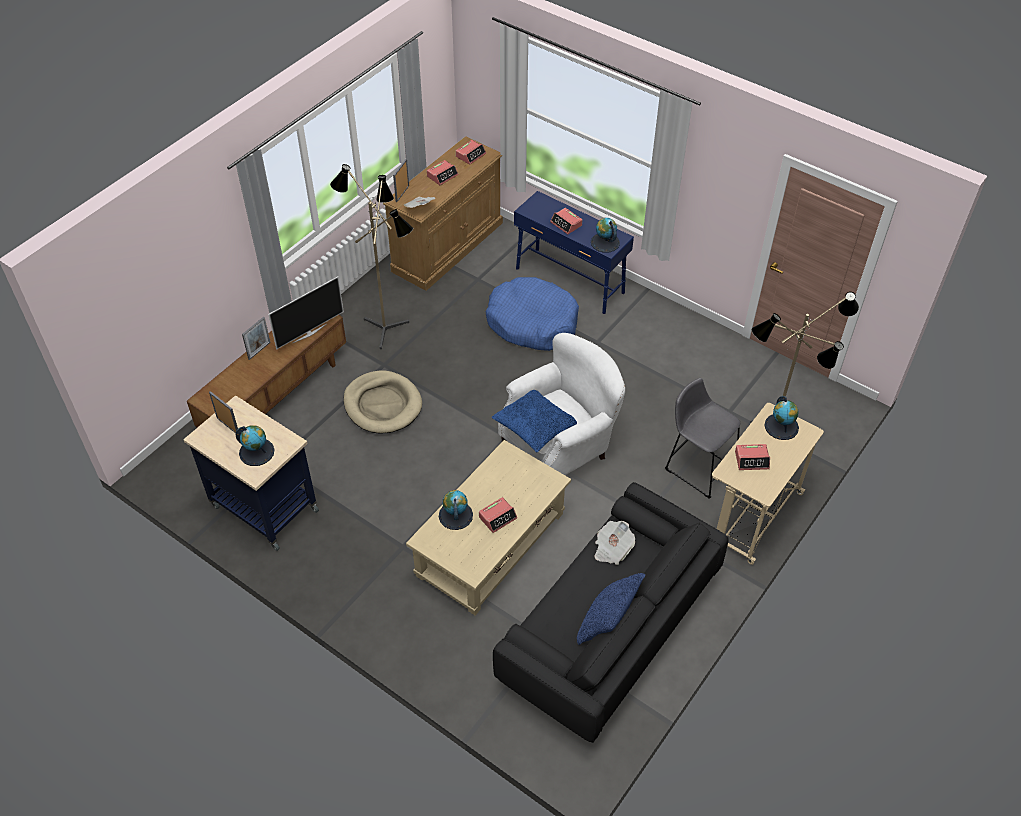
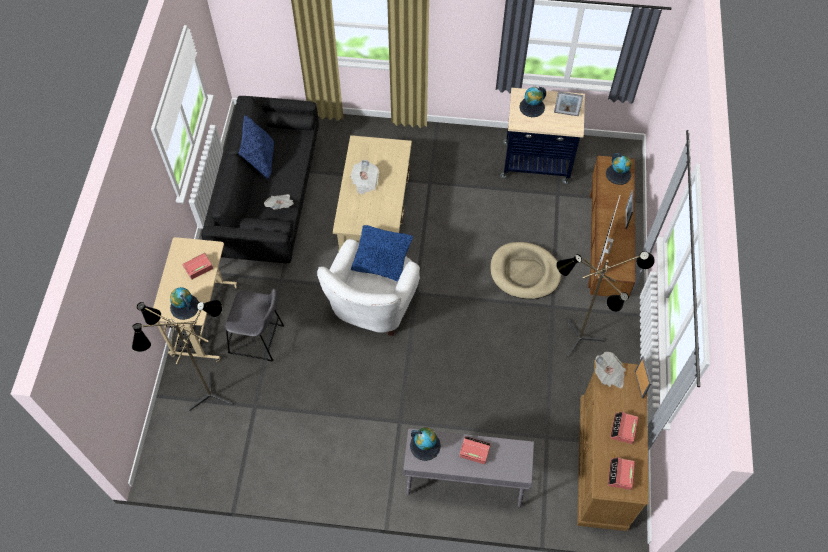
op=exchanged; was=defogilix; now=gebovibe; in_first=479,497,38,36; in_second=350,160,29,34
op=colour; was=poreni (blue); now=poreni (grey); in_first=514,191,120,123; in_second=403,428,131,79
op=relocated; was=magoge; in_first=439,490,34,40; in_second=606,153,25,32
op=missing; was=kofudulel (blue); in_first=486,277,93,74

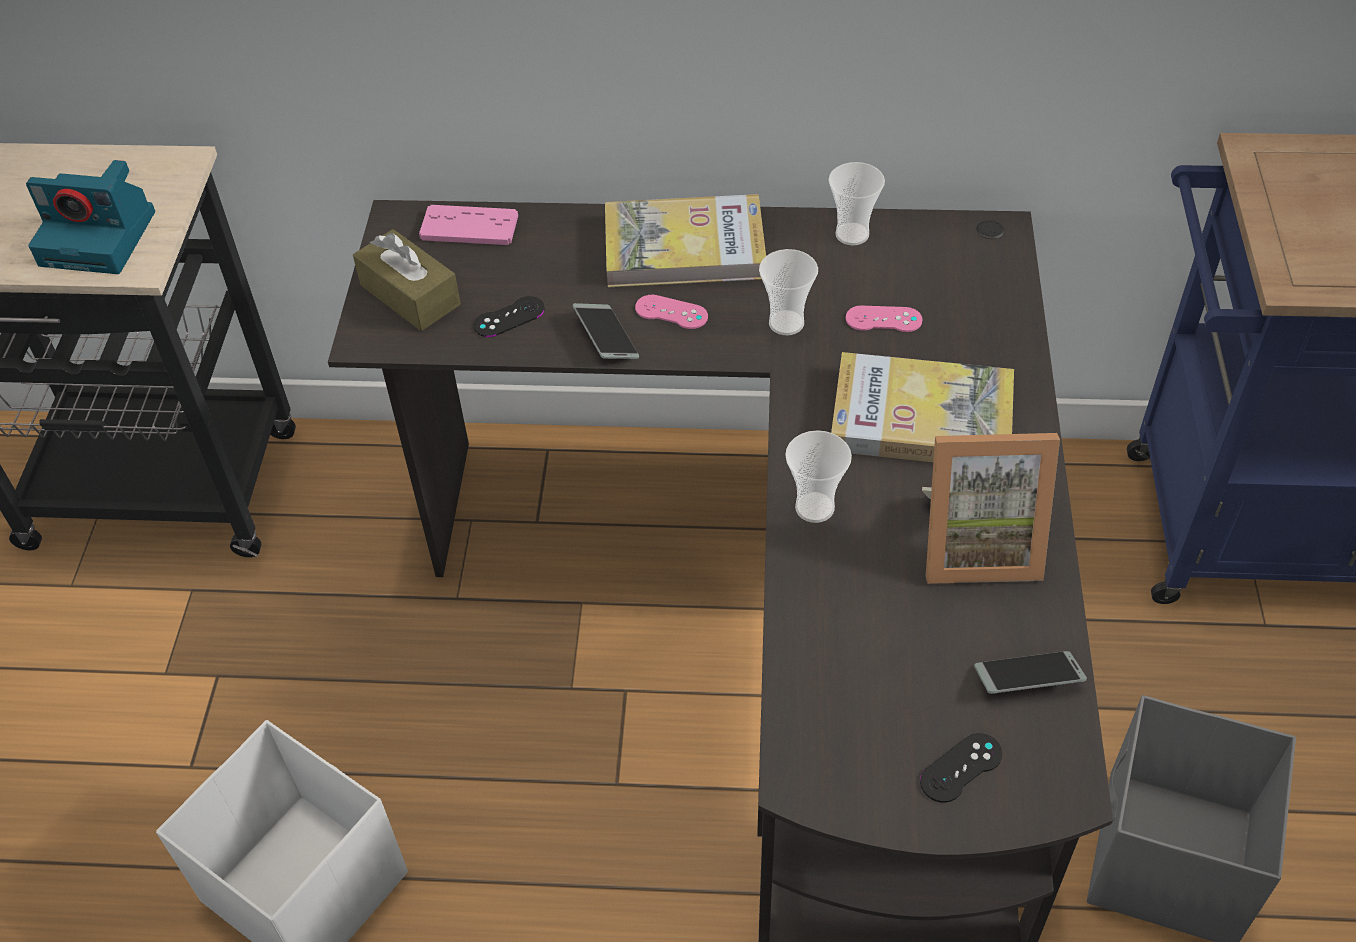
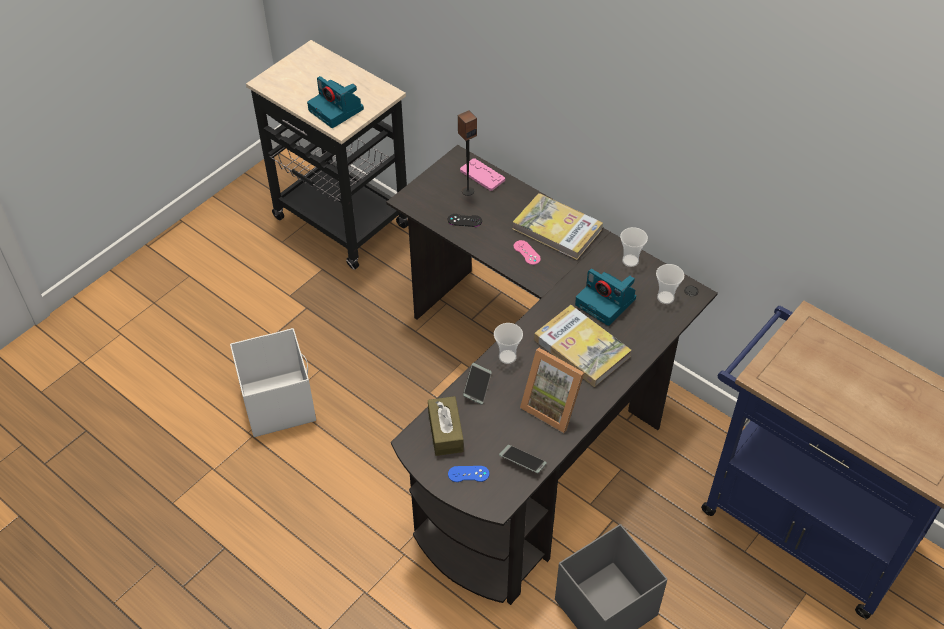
op=relocated; was=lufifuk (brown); in_first=353,229,108,102; in_second=428,396,36,60
op=colour; was=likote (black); now=likote (blue); in_first=920,733,82,70; in_second=448,466,41,16
op=appeared; now=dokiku; in_second=458,110,19,86
op=relocated; was=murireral; in_first=573,303,66,56; in_second=463,363,28,42
op=exchanged; was=likote (pink); now=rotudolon; in_first=846,306,77,26; in_second=575,269,61,57
op=relocated; was=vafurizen; in_first=759,249,59,86; in_second=656,264,28,40

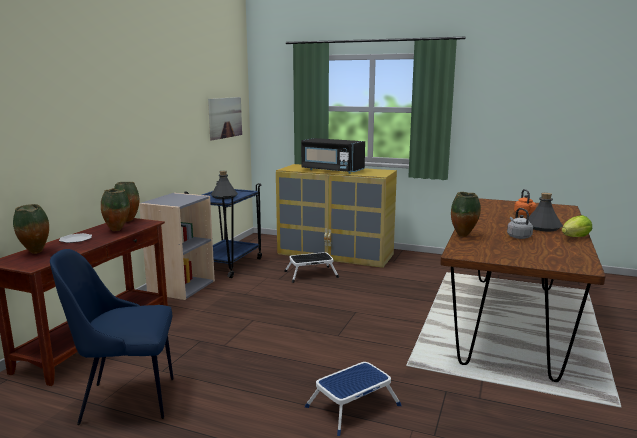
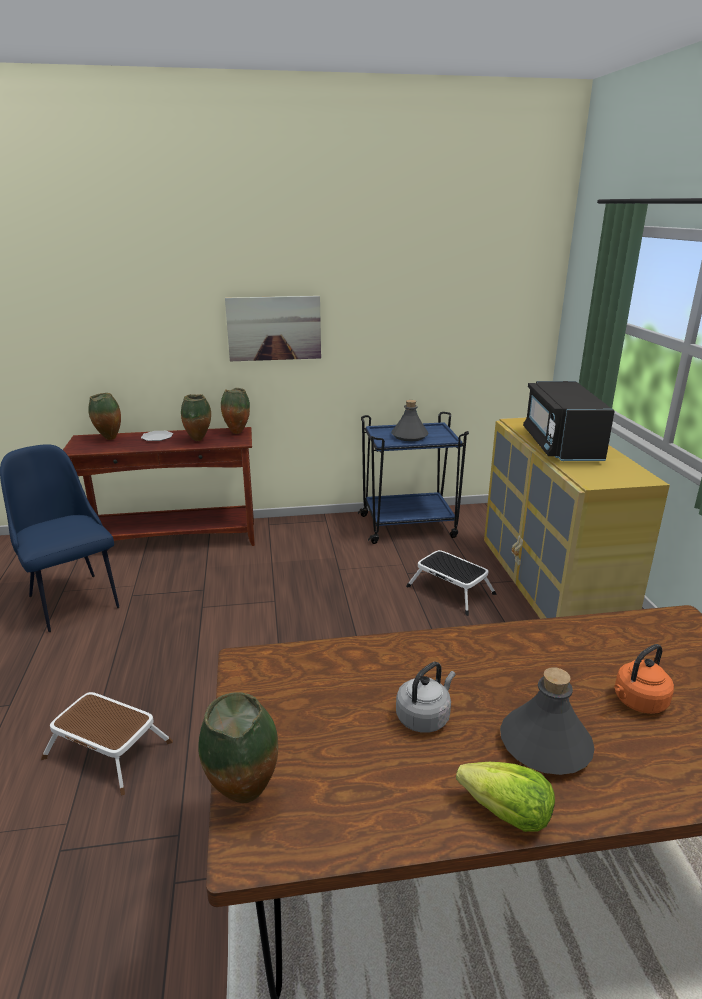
op=colour; was=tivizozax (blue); now=tivizozax (brown); in_first=305,362,97,74; in_second=41,692,132,104
op=relocated; was=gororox; in_first=451,192,30,45; in_second=198,692,80,111
op=relocated; was=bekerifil; in_first=208,97,34,44; in_second=225,296,96,65
op=missing; was=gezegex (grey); in_first=139,193,76,107

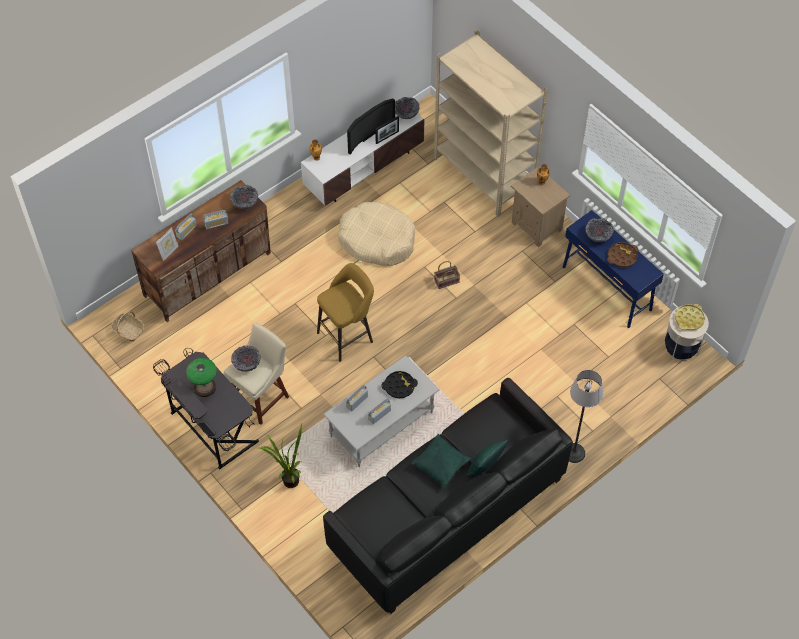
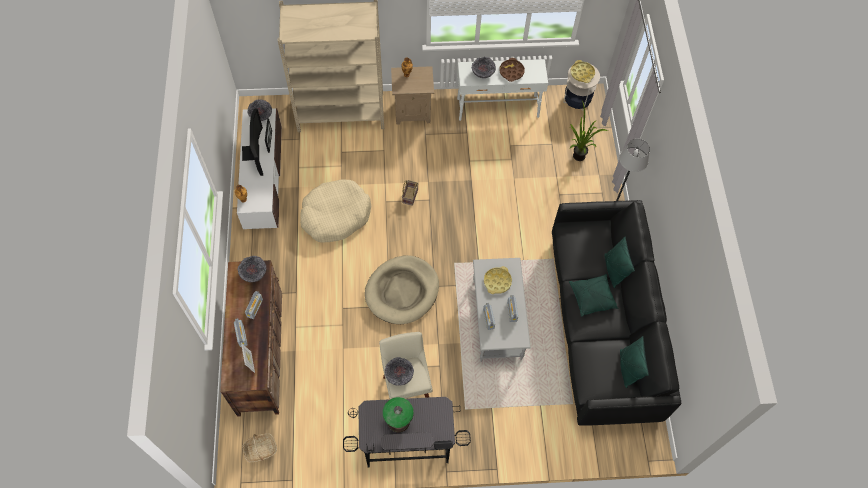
op=exchanged; was=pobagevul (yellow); now=kofudulel (beige); in_first=317,263,57,99; in_second=365,255,74,69
op=colour; was=poreni (blue); now=poreni (white); in_first=563,210,101,118; in_second=457,59,91,62
op=colour; was=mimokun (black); now=mimokun (yellow); in_first=382,371,36,27; in_second=484,266,28,28
op=relocated; was=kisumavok; in_first=257,424,45,64; in_second=569,101,39,60
op=appeared; now=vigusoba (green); in_second=620,336,29,52

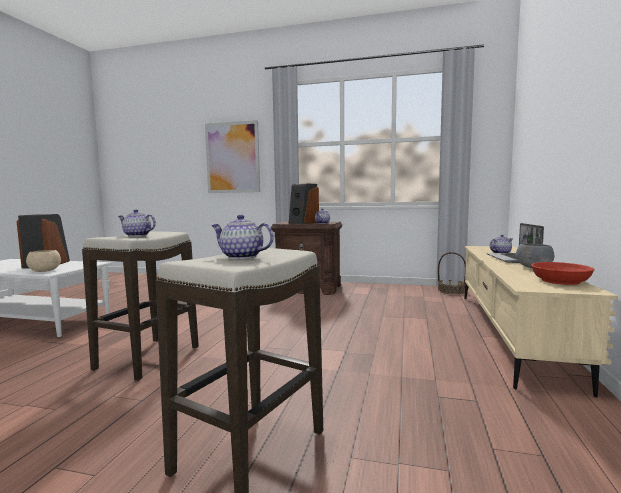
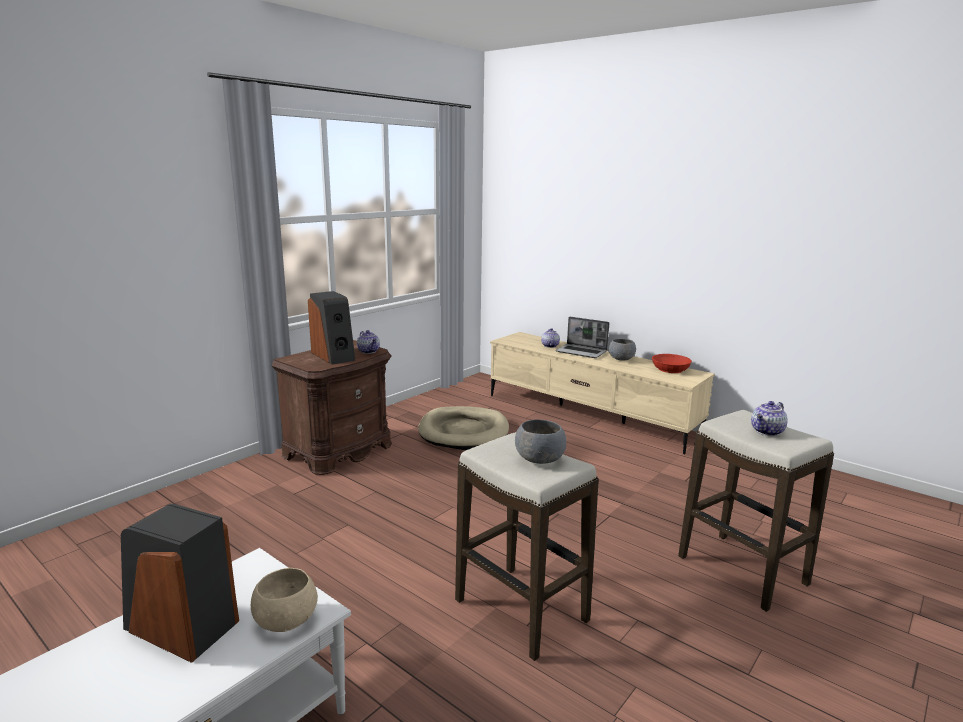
op=appeared; now=kofudulel (beige); in_second=418,406,91,44
op=exchanged; was=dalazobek; now=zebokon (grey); in_first=118,209,38,28; in_second=515,419,51,45
op=missing; was=bekerifil; in_first=205,120,55,73
op=missing; was=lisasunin; in_first=438,252,28,42

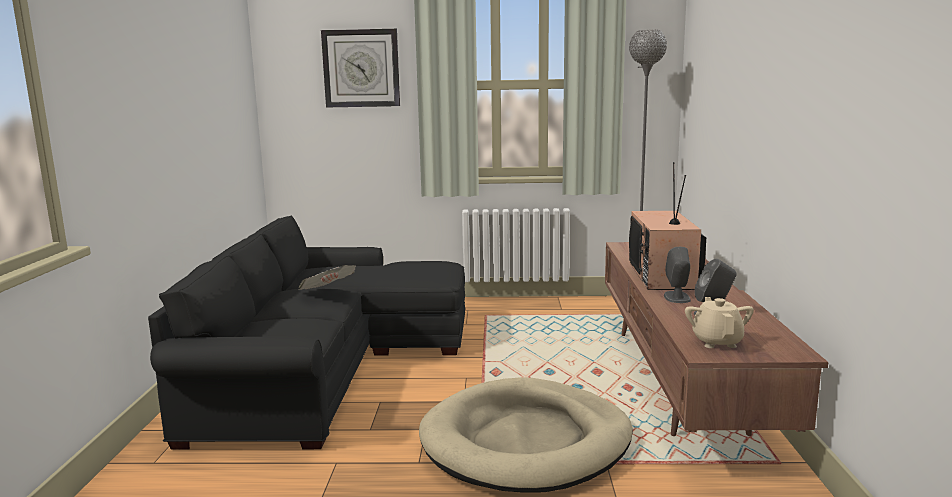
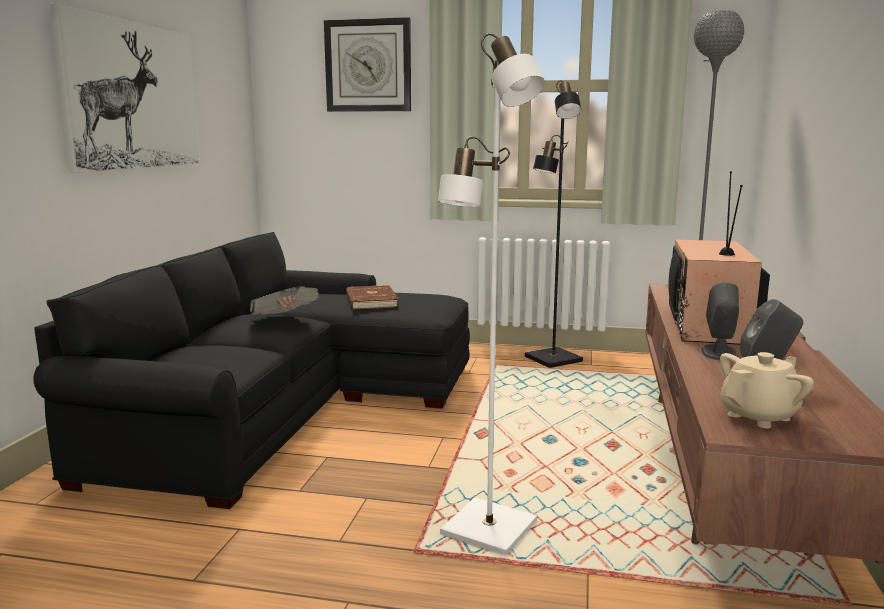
op=appeared; now=bekerifil; in_second=49,4,151,169
op=appeared; now=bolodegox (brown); in_second=346,285,52,24
op=exchanged; was=kofudulel (beige); now=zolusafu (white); in_first=419,377,214,116; in_second=438,33,107,522
op=appeared; now=zolusafu (black); in_second=525,80,58,288
op=spun; was=dalazobek (beige); in_first=685,297,69,51; in_second=720,352,94,76; clockwise=45

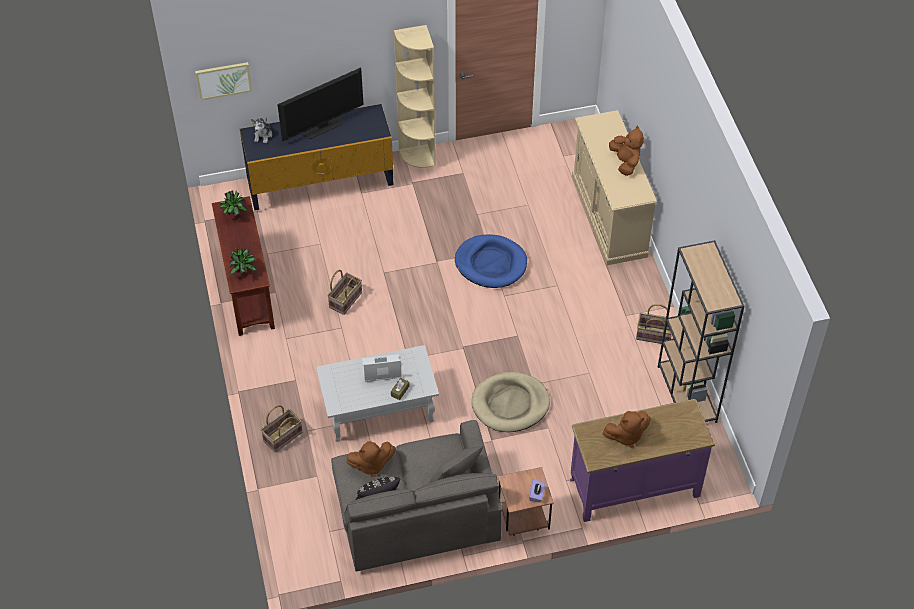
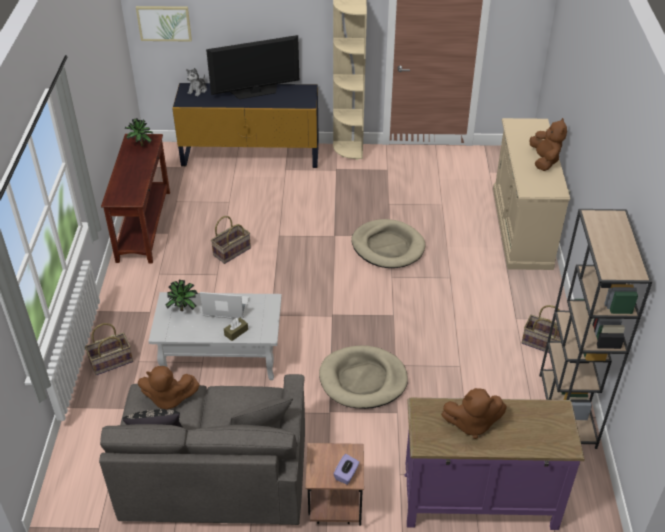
op=relocated; was=kisumavok; in_first=229,249,27,26; in_second=166,280,32,31
op=colour; was=kofudulel (blue); now=kofudulel (beige); in_first=455,234,72,54; in_second=351,219,75,49

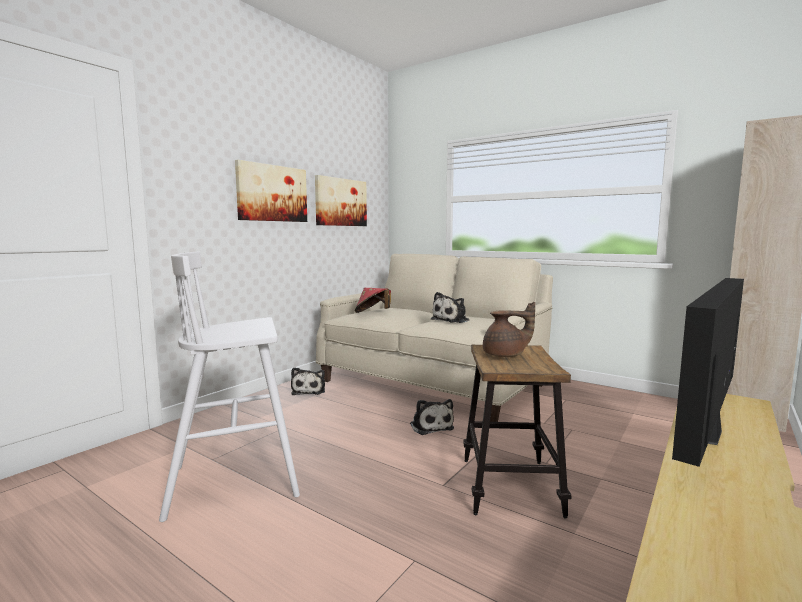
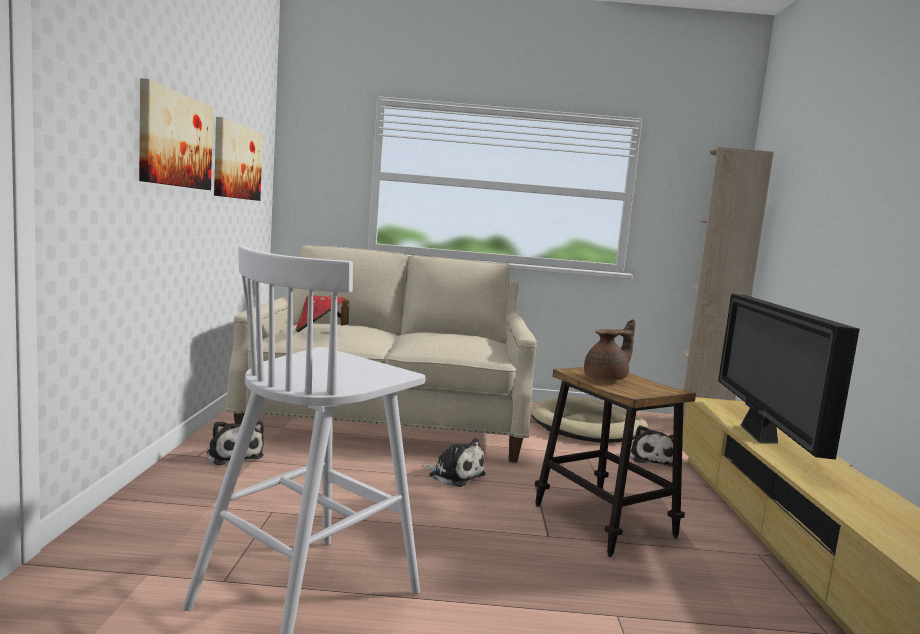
op=appeared; now=kofudulel (beige); in_second=531,397,117,46
op=relocated; was=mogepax; in_first=431,292,39,31; in_second=631,425,42,42

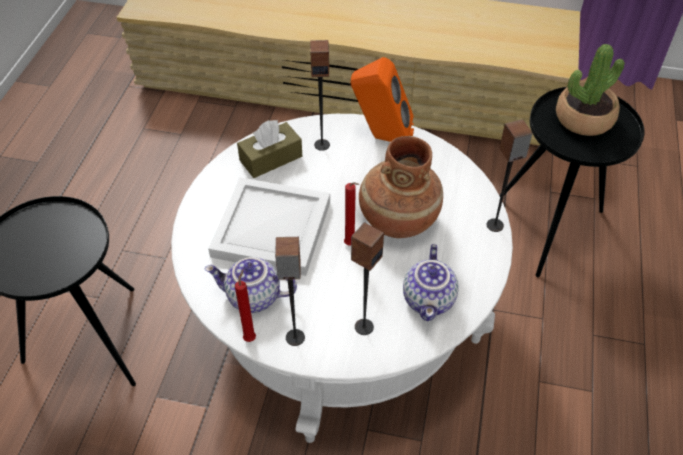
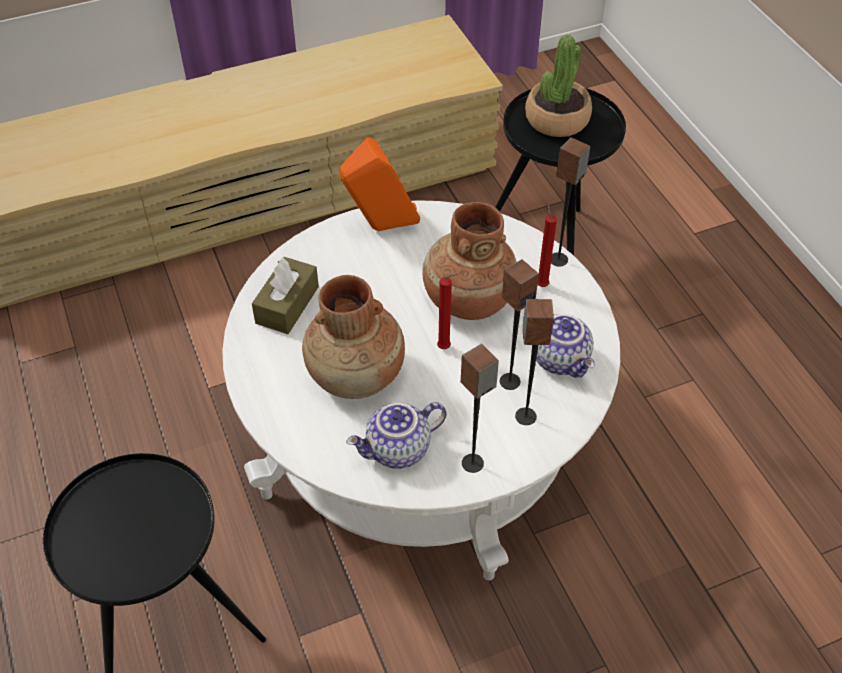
op=exchanged; was=mimokun (white); now=gororox (brown); in_first=208,177,122,99; in_second=302,275,103,124
op=relocated; was=dokiku; in_first=310,40,20,111; in_second=500,259,39,131
op=relocated; was=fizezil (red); in_first=235,269,21,73; in_second=538,203,19,84

